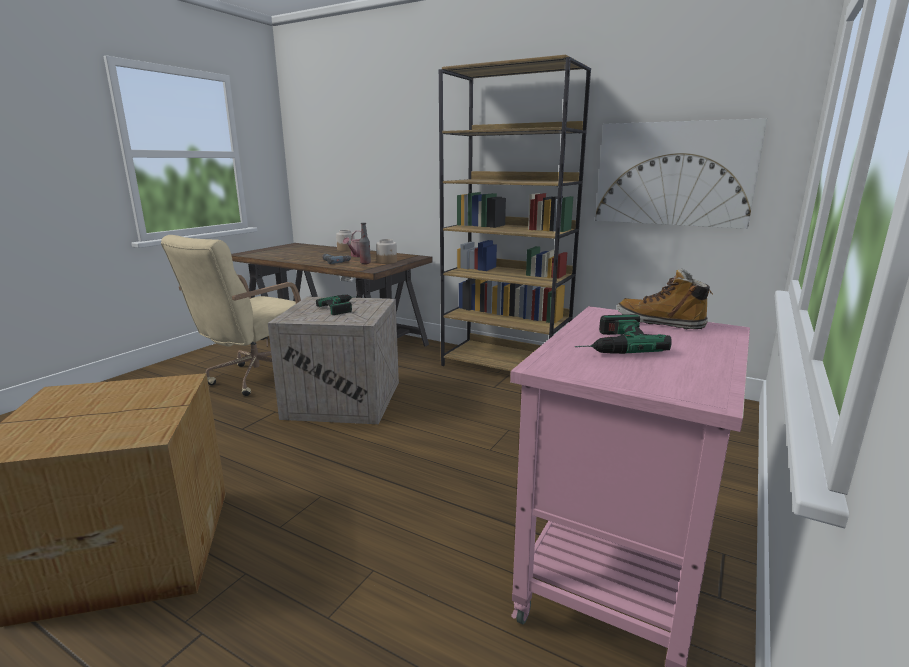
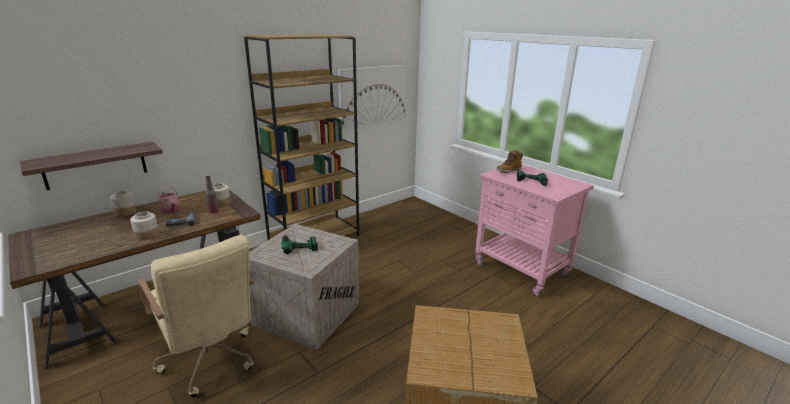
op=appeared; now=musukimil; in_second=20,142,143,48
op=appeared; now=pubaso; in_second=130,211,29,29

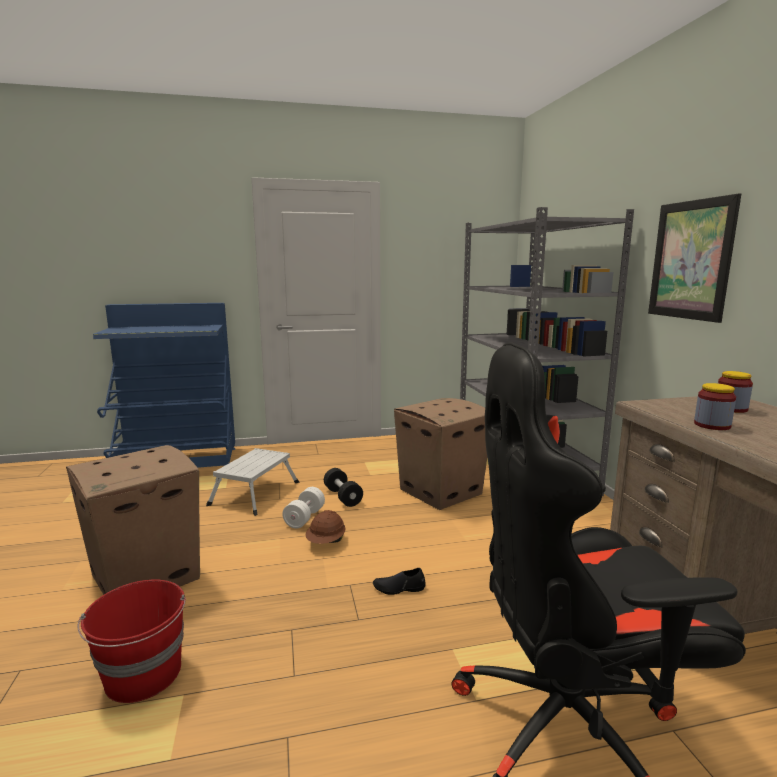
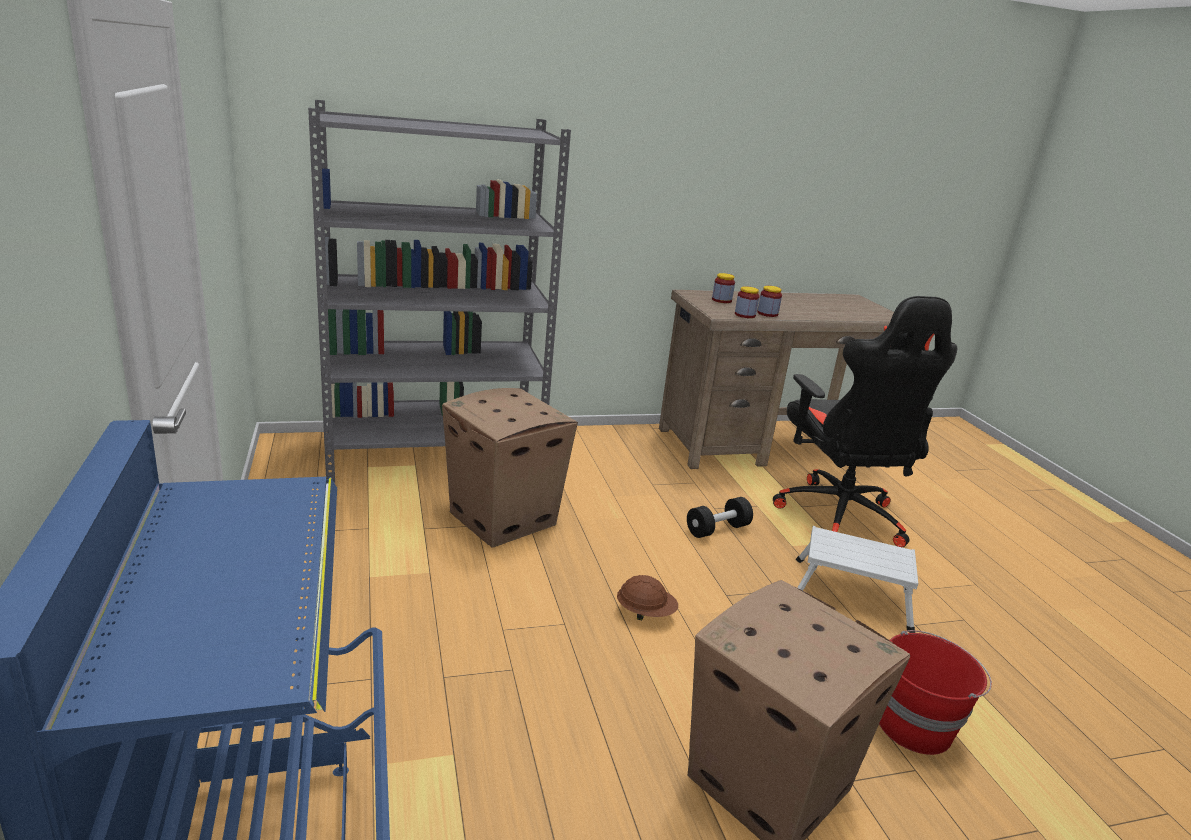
op=relocated; was=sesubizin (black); in_first=324,468,39,39; in_second=687,497,66,41
op=appeared; now=pubaso; in_second=735,286,25,32
op=relocated; was=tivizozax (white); in_first=206,448,94,68; in_second=796,526,122,107
op=missing; was=sesubizin (white); in_first=282,487,43,42
op=missing; was=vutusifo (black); in_first=373,568,53,27
op=missing; was=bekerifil; in_first=648,193,93,130

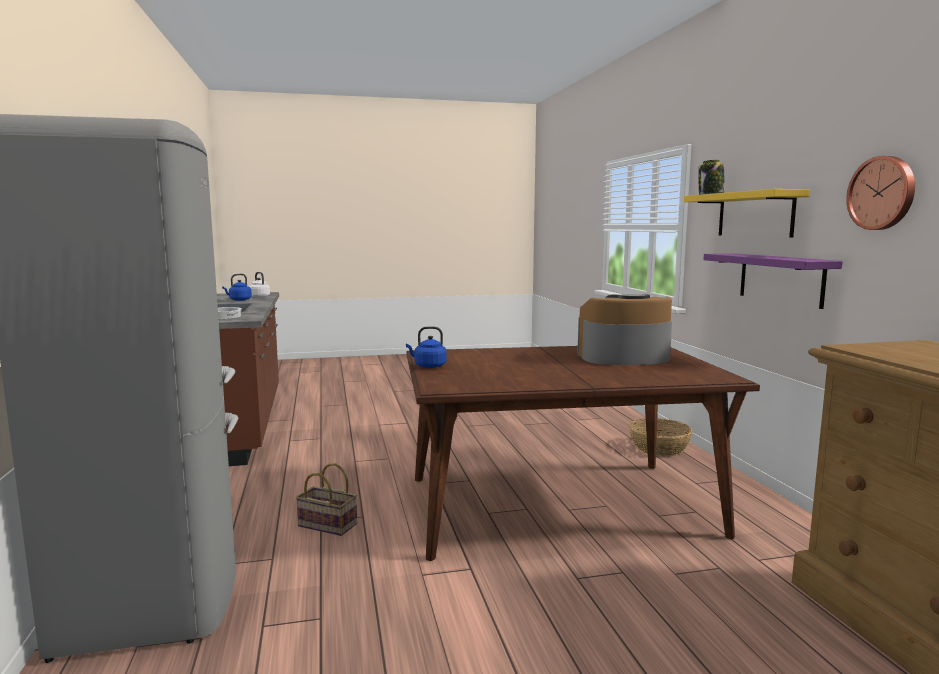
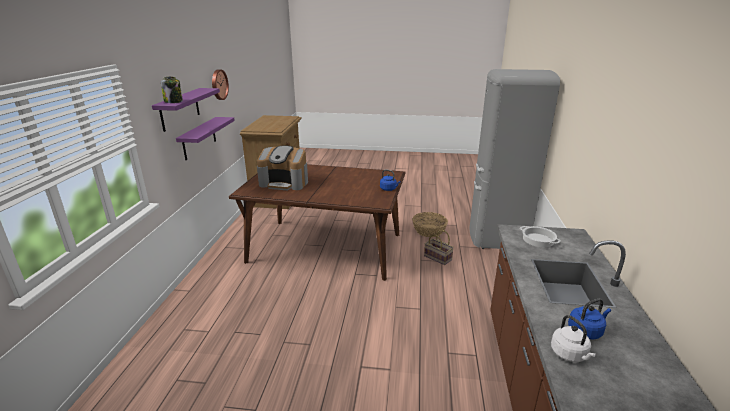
op=colour; was=musukimil (yellow); now=musukimil (purple); in_first=684,189,126,49; in_second=152,88,68,44
op=relocated; was=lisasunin; in_first=629,418,64,38; in_second=412,212,36,25

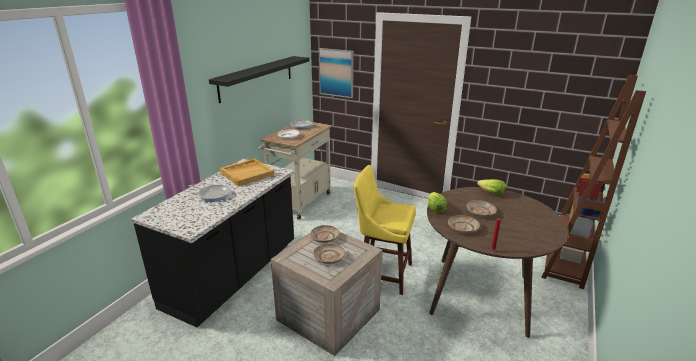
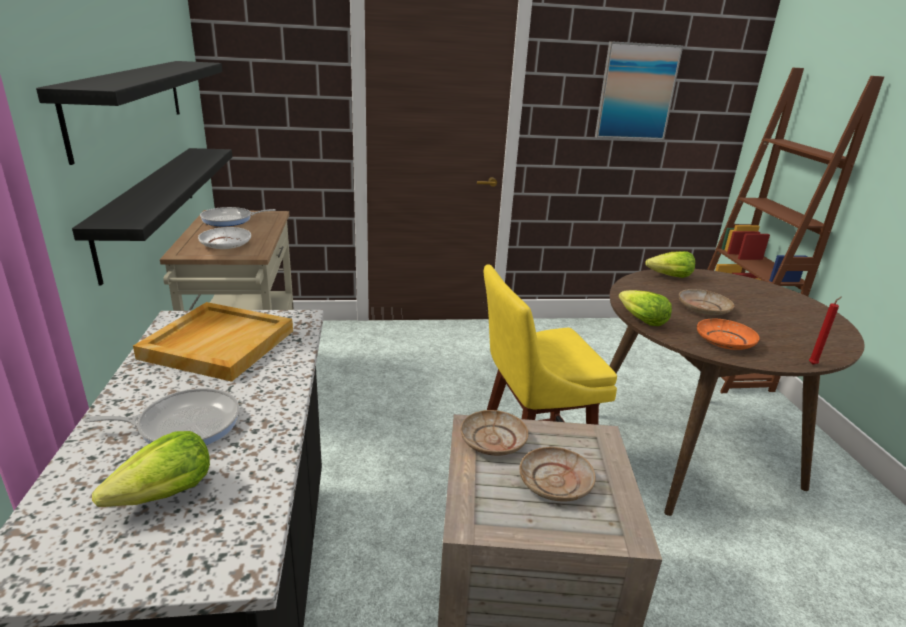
op=appeared; now=musukimil (black); in_second=72,148,160,138
op=appeared; now=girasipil; in_second=92,431,118,76
op=relocated; was=bekerifil; in_first=319,48,35,50; in_second=595,41,88,99
op=colour; was=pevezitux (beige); now=pevezitux (orange); in_first=448,215,32,18; in_second=697,318,62,32

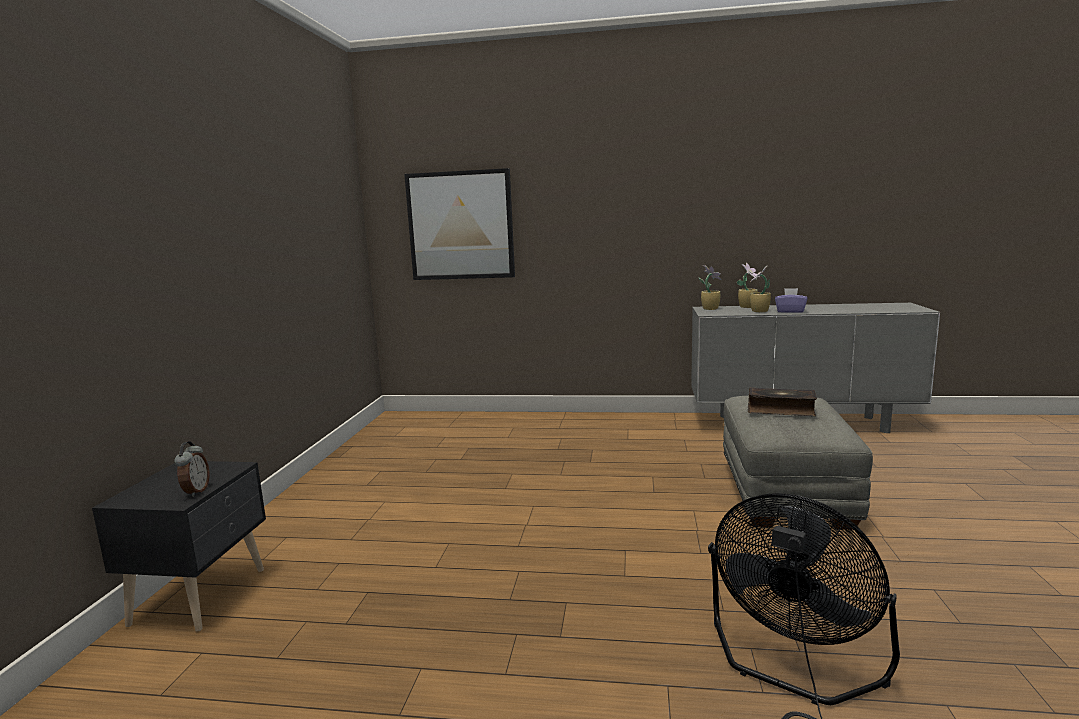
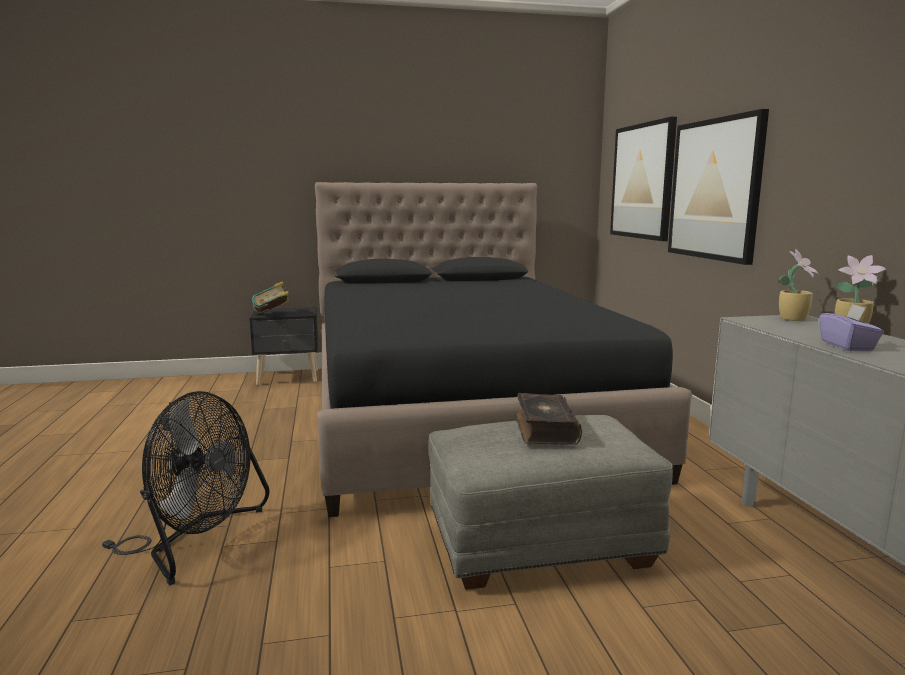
op=exchanged; was=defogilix; now=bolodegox; in_first=174,441,36,56; in_second=252,281,37,33
op=appeared; now=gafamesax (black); in_second=315,182,377,335
op=appeared; now=bekerifil; in_second=668,109,101,156
op=missing; was=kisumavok; in_first=750,266,21,46

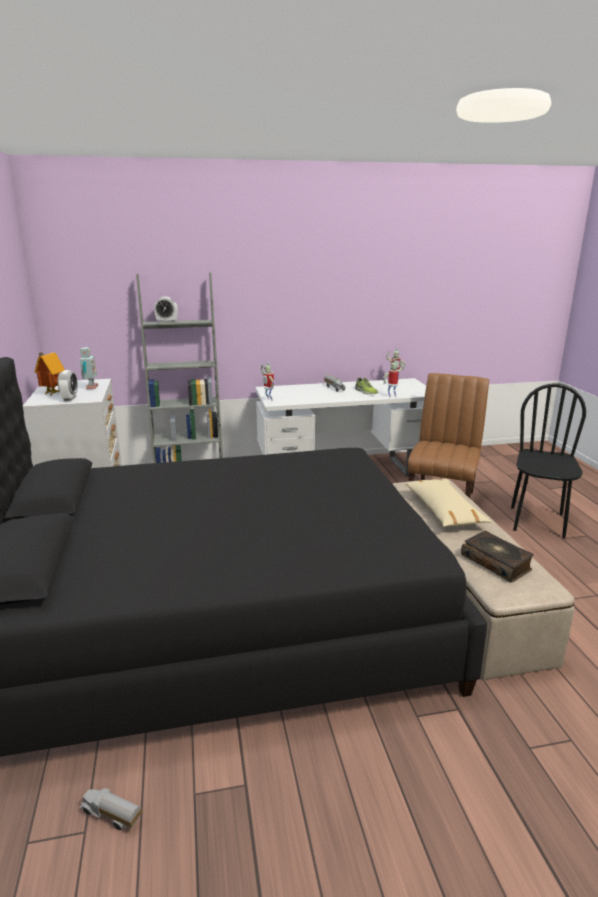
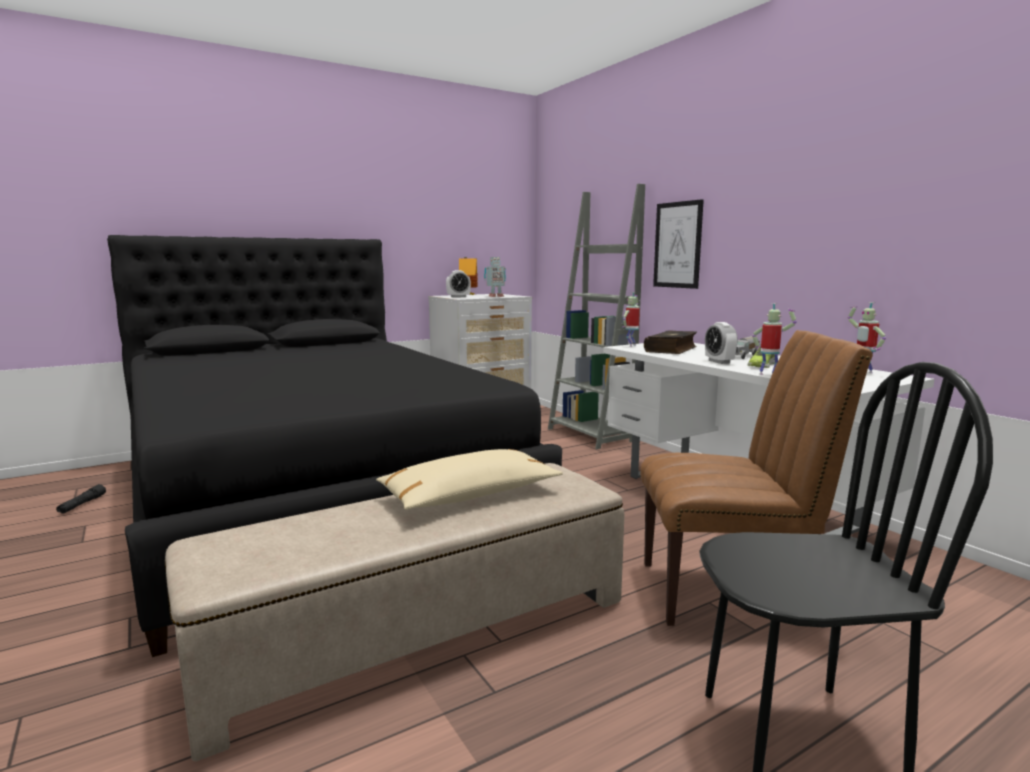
op=exchanged; was=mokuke; now=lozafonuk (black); in_first=79,789,63,41; in_second=56,484,50,30
op=relocated; was=bolodegox; in_first=461,531,73,51; in_second=644,330,53,24
op=appeared; now=bekerifil; in_second=653,199,51,90
op=relocated; was=defogilix; in_first=154,297,24,25; in_second=705,322,33,42

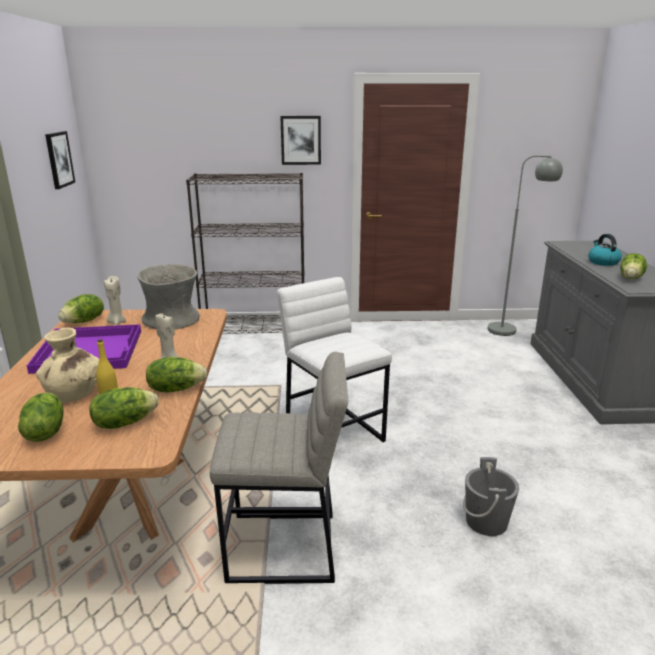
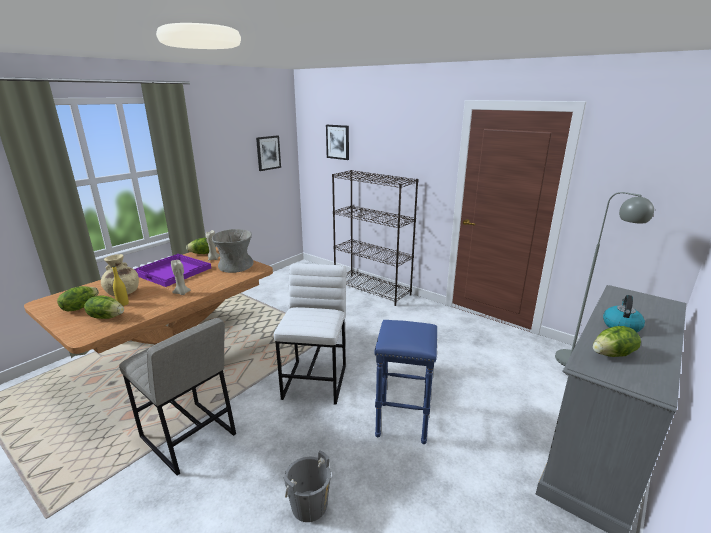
op=relocated; was=bekerifil; in_first=280,116,41,49; in_second=326,125,23,35
op=appeared; now=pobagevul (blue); in_second=374,320,63,124
op=missing; was=girasipil; in_first=146,357,61,35

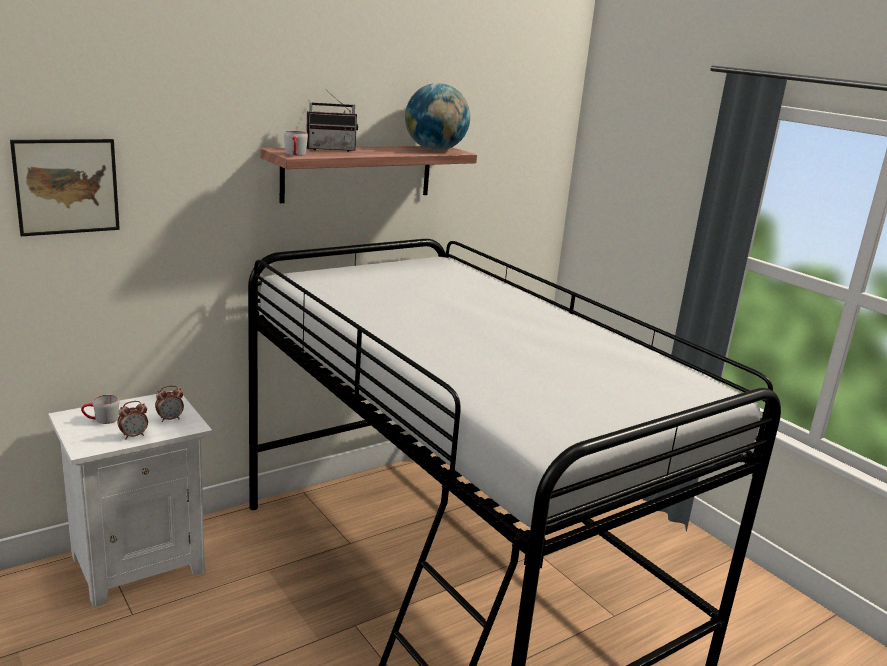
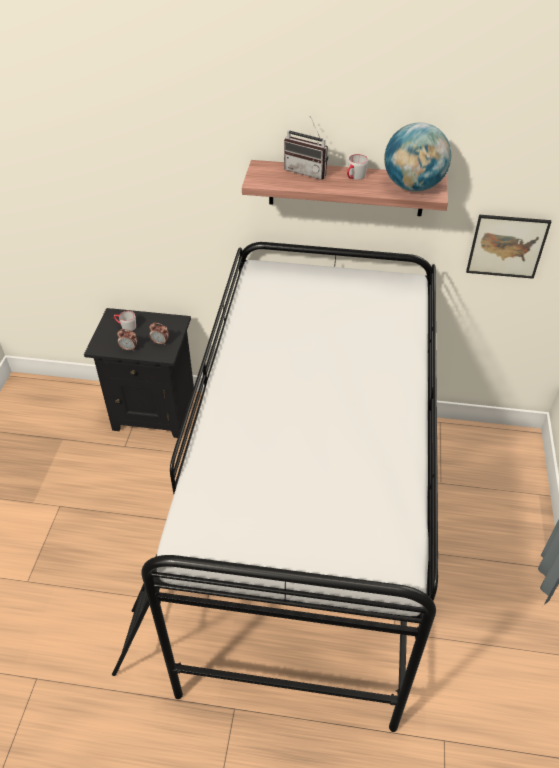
op=colour; was=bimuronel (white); now=bimuronel (black); in_first=48,391,164,216; in_second=84,308,110,130
op=relocated; was=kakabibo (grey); in_first=284,131,24,25; in_second=347,154,21,26
op=relocated; was=bekerifil; in_first=10,139,110,97; in_second=466,215,85,64

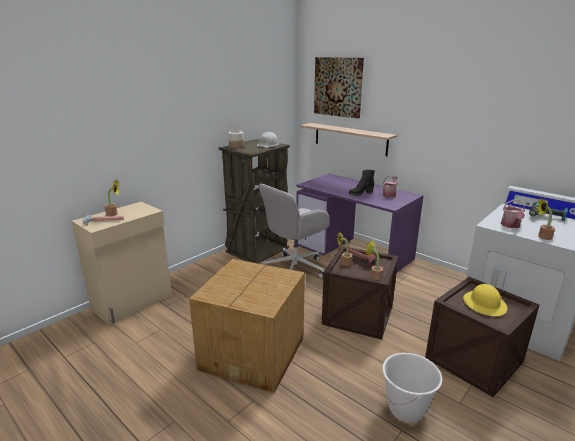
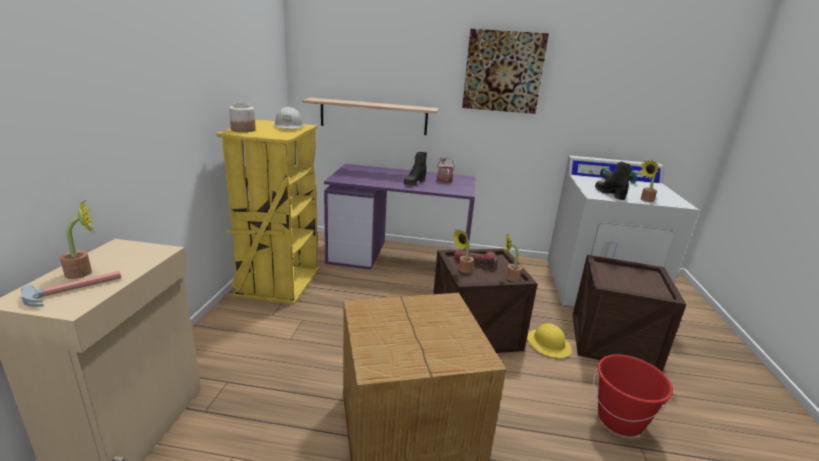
op=colour; was=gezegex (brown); now=gezegex (yellow); in_first=219,139,71,124; in_second=216,120,104,184
op=relocated; was=bekerifil; in_first=314,57,50,62; in_second=462,29,87,85
op=relocated; was=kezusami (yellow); in_first=463,284,44,32; in_second=527,323,45,35
op=colour; was=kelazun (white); now=kelazun (red); in_first=382,353,60,69; in_second=593,354,80,83
op=exchanged; was=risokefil; now=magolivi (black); in_first=501,200,24,28; in_second=595,162,37,38
op=missing; was=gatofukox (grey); in_first=259,184,71,94

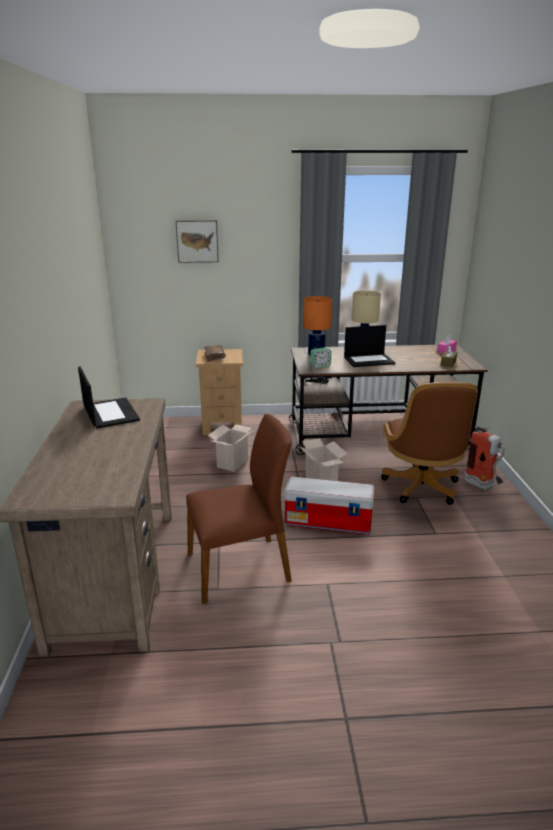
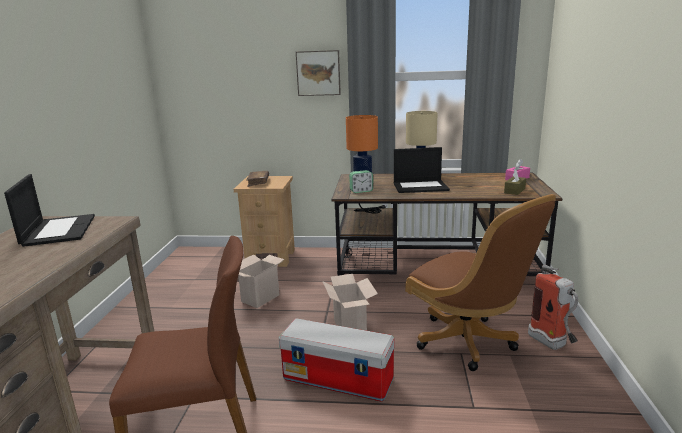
op=relocated; was=bekerifil; in_first=176,220,43,43; in_second=296,50,45,46
op=spun; was=gatofukox (brown); in_first=382,382,96,123; in_second=405,194,151,177; clockwise=-45

